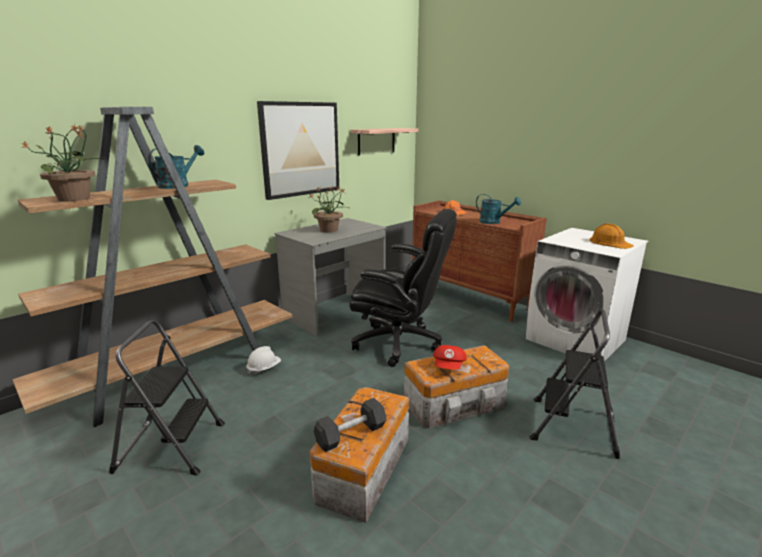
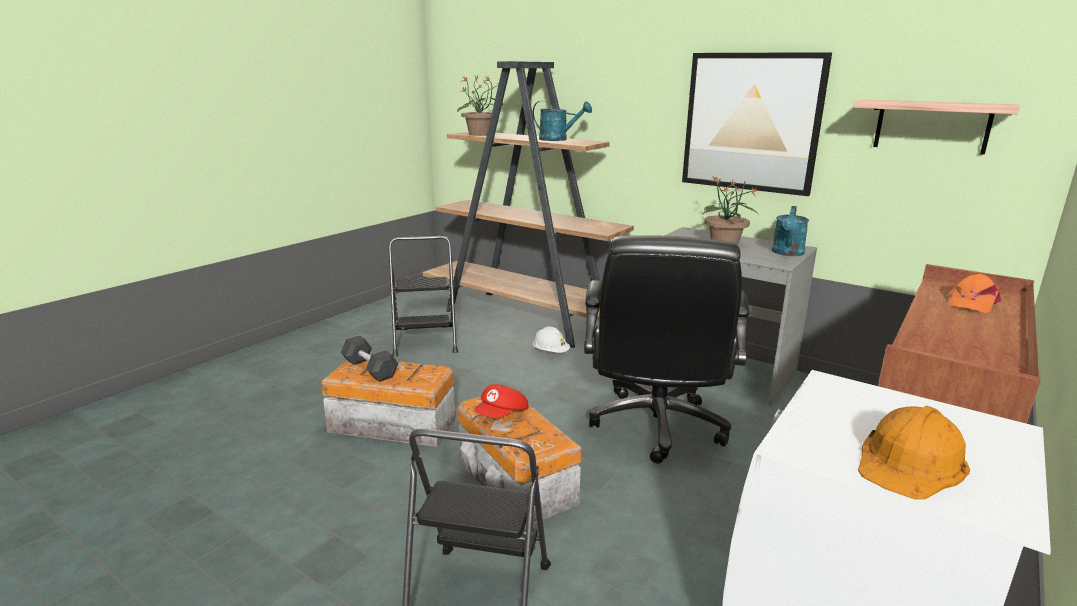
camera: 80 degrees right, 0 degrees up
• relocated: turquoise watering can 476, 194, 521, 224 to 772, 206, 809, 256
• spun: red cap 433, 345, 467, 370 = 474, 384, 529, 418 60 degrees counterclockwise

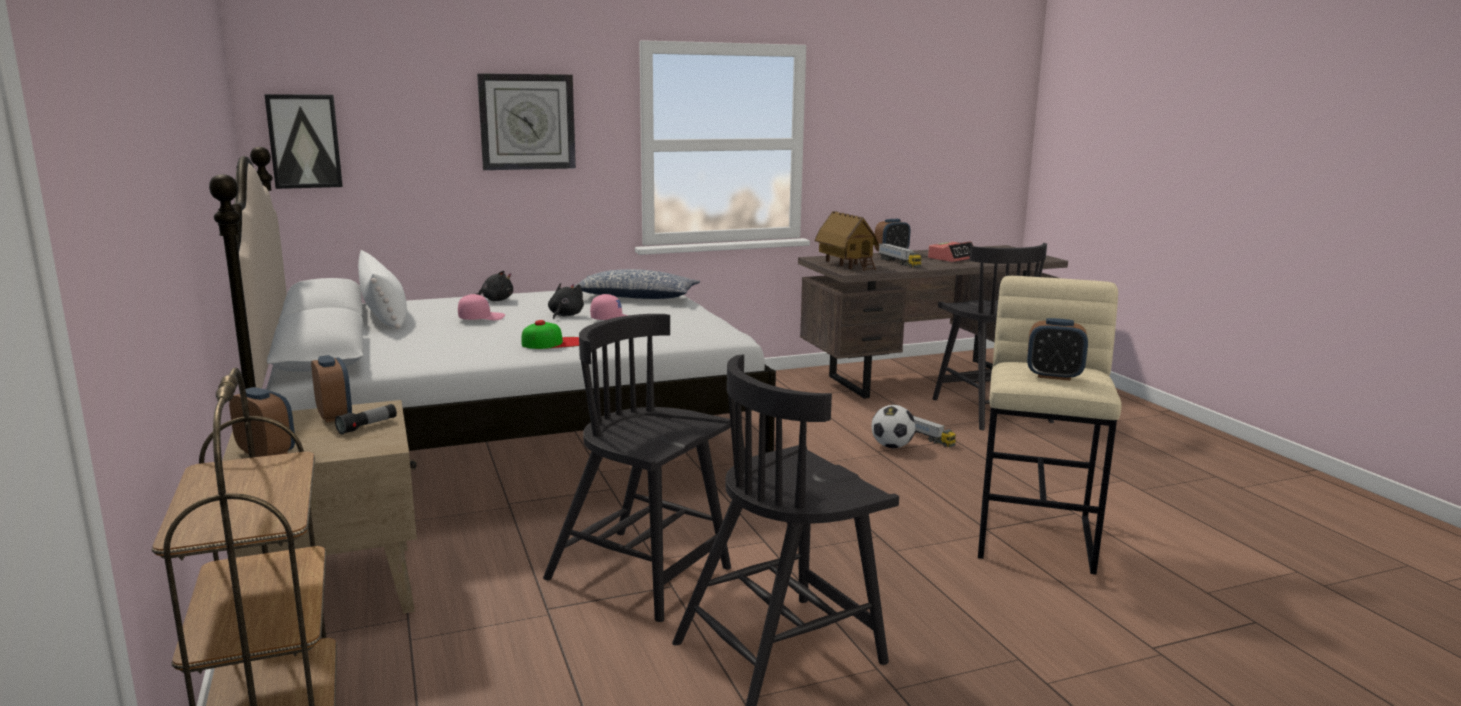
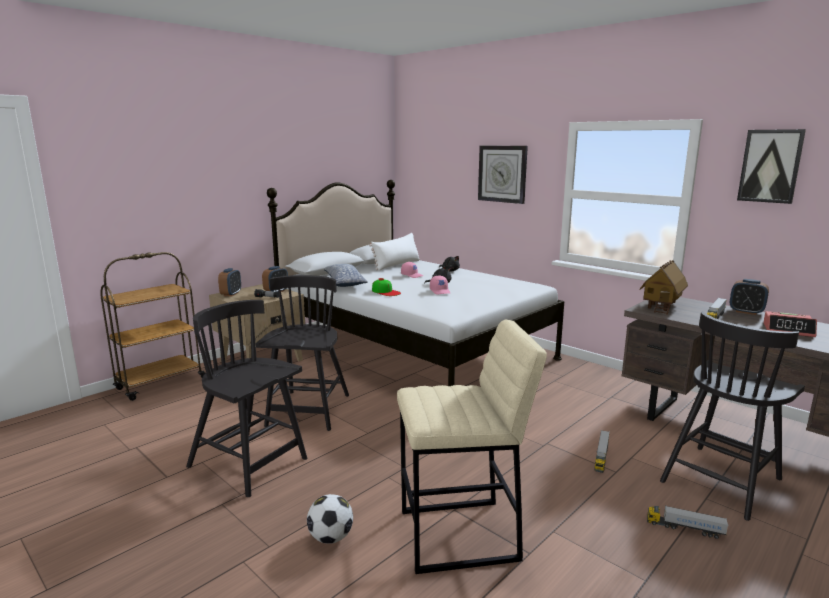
camera: 65 degrees right, 0 degrees up
• relocated: picture 264, 94, 343, 189 to 737, 129, 806, 204
• relocated: pillow 574, 269, 700, 299 to 324, 264, 368, 287
• missing: alarm clock 1027, 318, 1088, 381
• relocated: football 872, 405, 915, 448 to 307, 494, 353, 544
• appeared: toy truck 647, 505, 728, 539

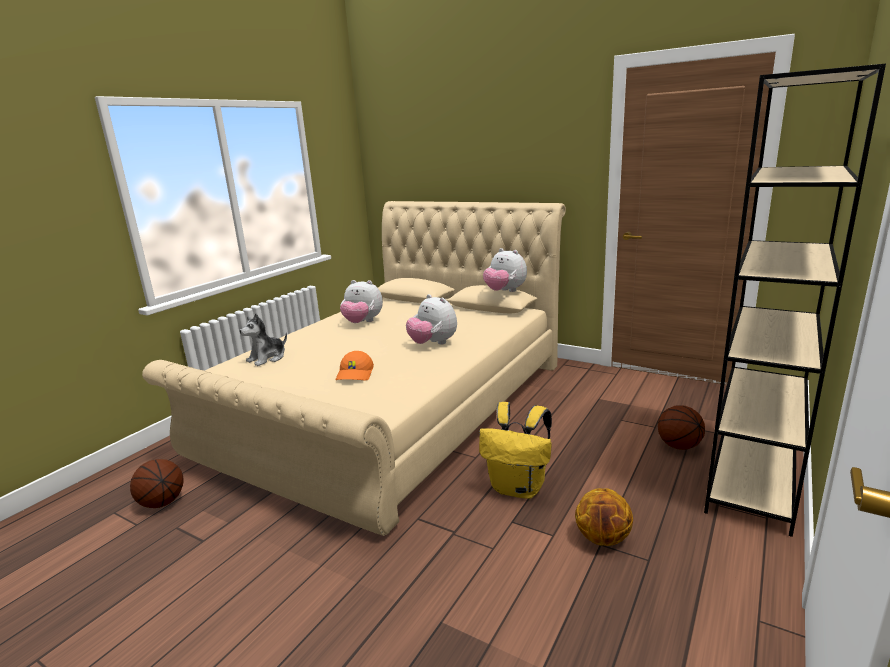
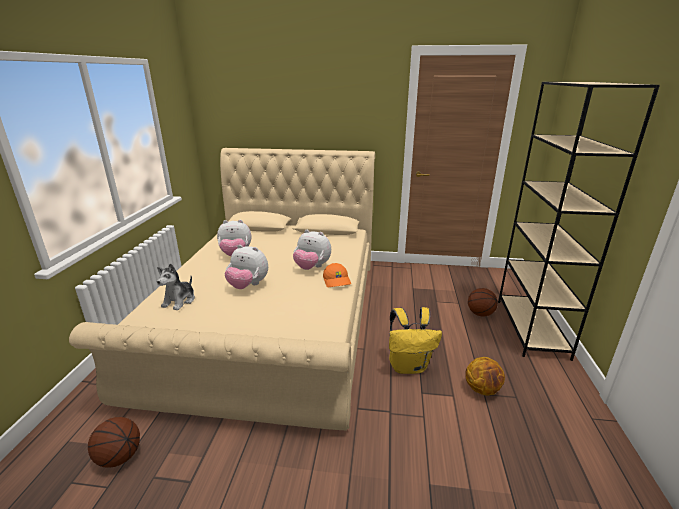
camera: 25 degrees left, 5 degrees up
• relocated: plush toy 483, 248, 527, 292 to 225, 245, 268, 289
• relocated: orange cap 335, 351, 374, 381 to 323, 263, 351, 287

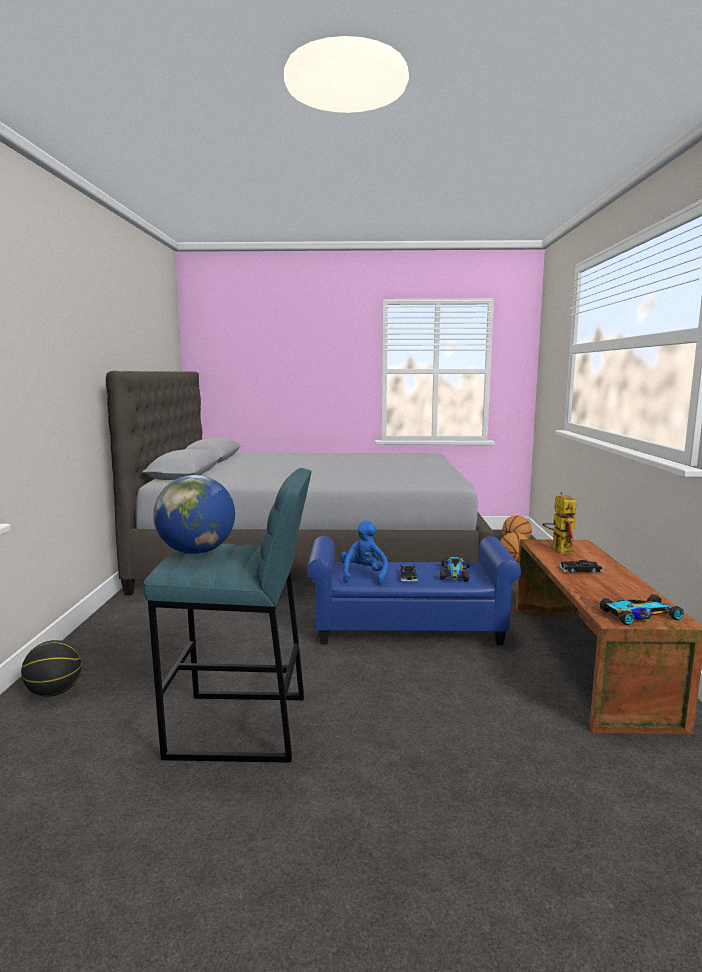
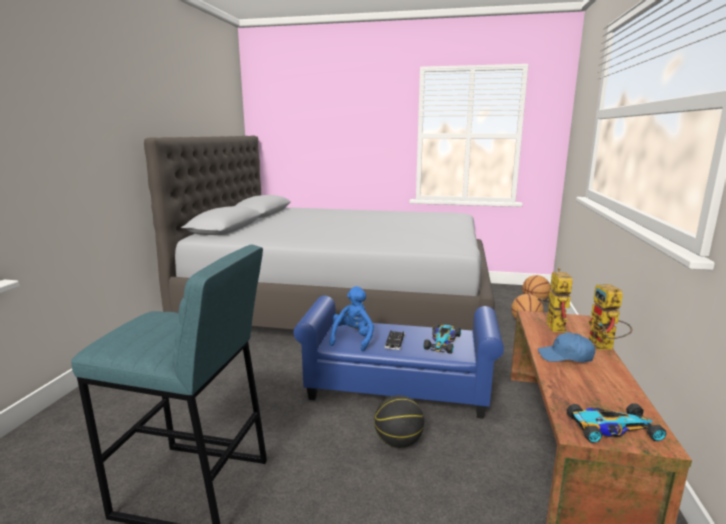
camera: 10 degrees right, 5 degrees up
• missing: globe 153, 475, 235, 554
• exchanged: black toy car 560, 560, 603, 573 to blue cap 538, 332, 595, 362
• relocated: basketball 21, 640, 82, 697 to 374, 395, 424, 448
• appeared: toy robot 588, 284, 632, 350

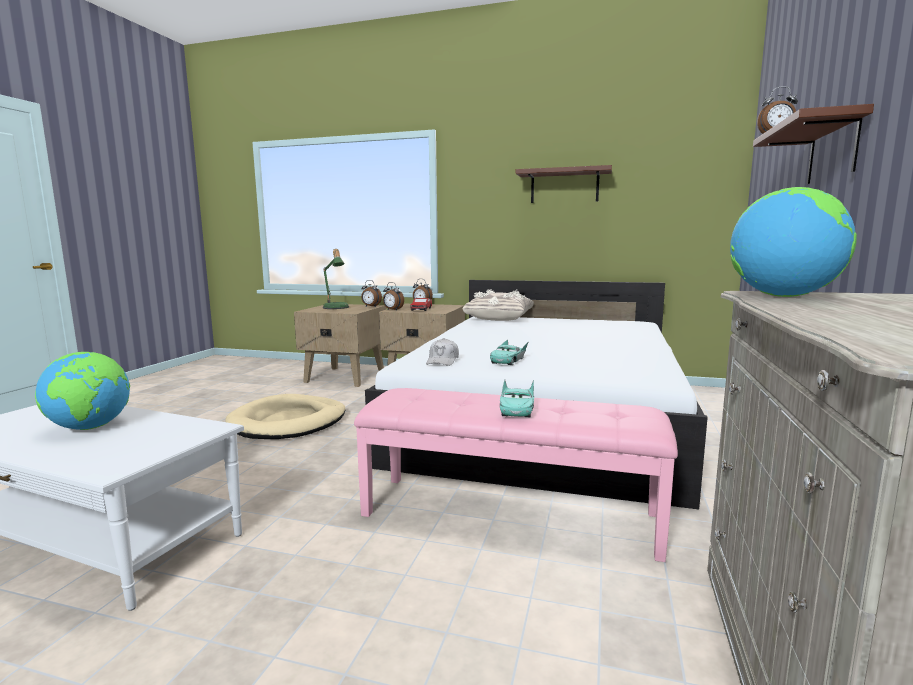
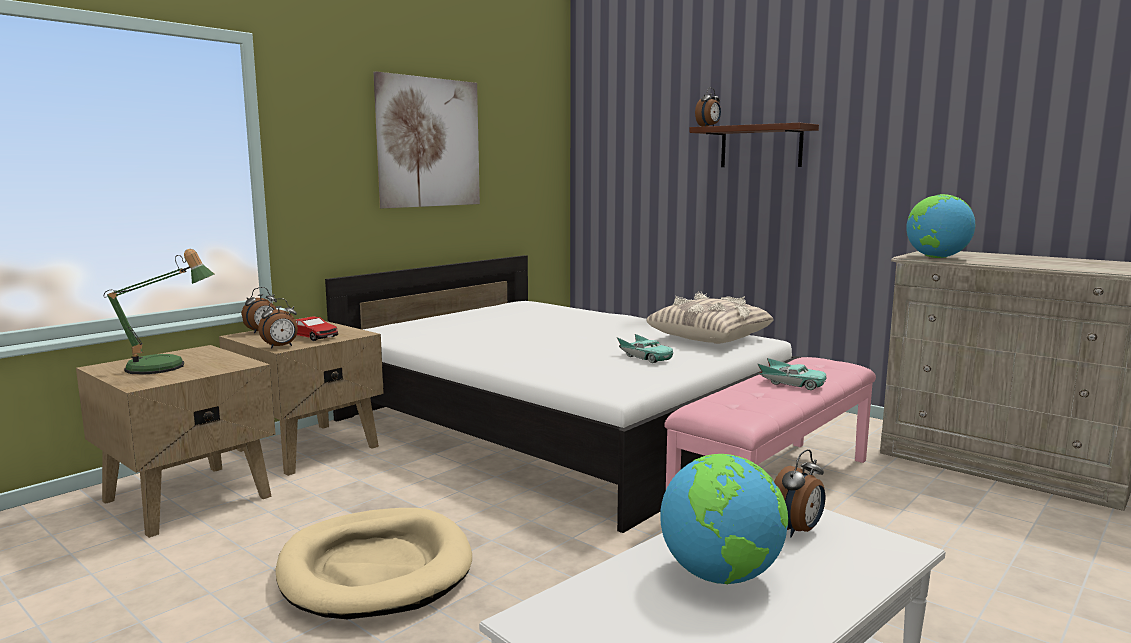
camera: 65 degrees left, 0 degrees up
• exchanged: brown shelf 515, 165, 612, 203 to picture 373, 71, 480, 208
• relocated: alarm clock 361, 280, 382, 307 to 774, 449, 825, 538
• relocated: beige pillow 462, 289, 534, 321 to 647, 291, 774, 344
• missing: white cap 426, 338, 459, 366

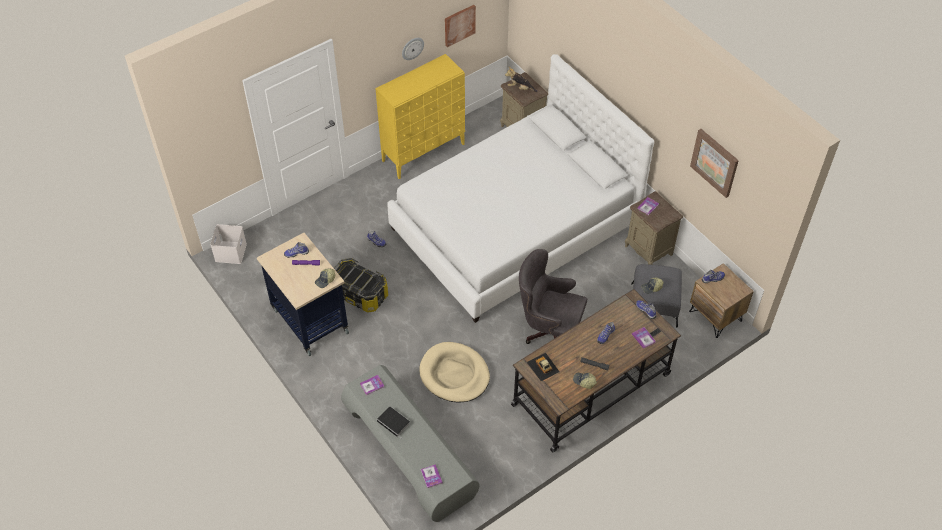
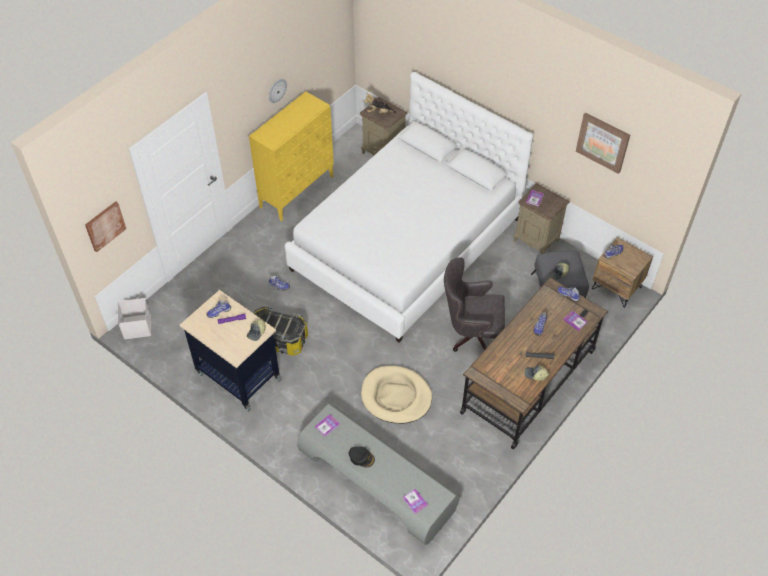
camera: 15 degrees left, 0 degrees up
• relocated: picture 445, 5, 476, 47 to 85, 201, 126, 252
• missing: toy car 527, 353, 559, 381
• exchanged: book 377, 407, 410, 439 to black cap 349, 446, 375, 467

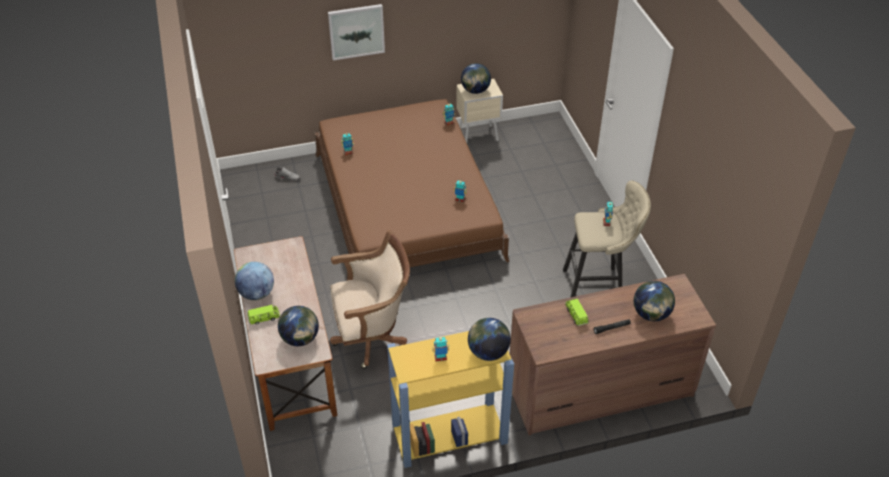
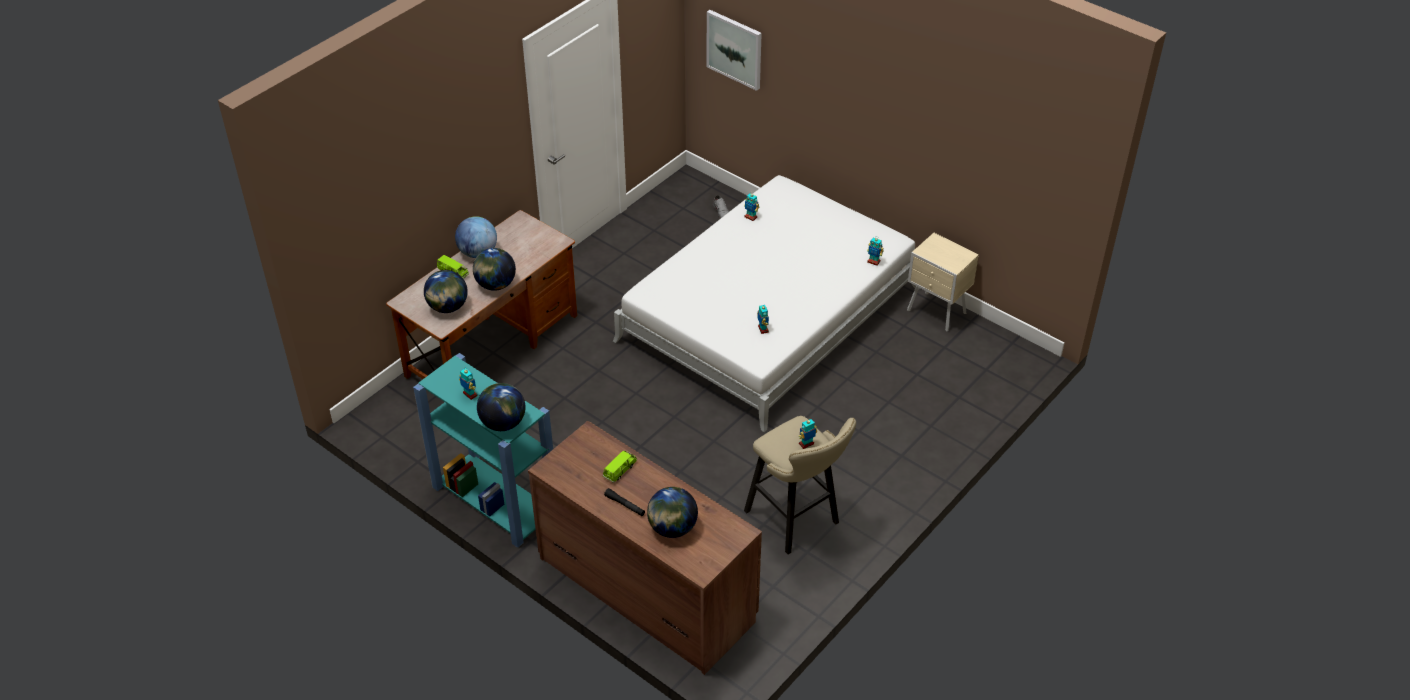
camera: 55 degrees right, 0 degrees up
• relocated: picture 328, 4, 385, 60 to 707, 10, 762, 91
• relocated: globe 461, 63, 491, 94 to 473, 248, 516, 291
• colour: brown bed 314, 99, 510, 267 to white bed 613, 175, 920, 432
• missing: office chair 330, 230, 410, 369
• colour: yellow bookcase 387, 331, 514, 468 to turquoise bookcase 413, 353, 553, 548

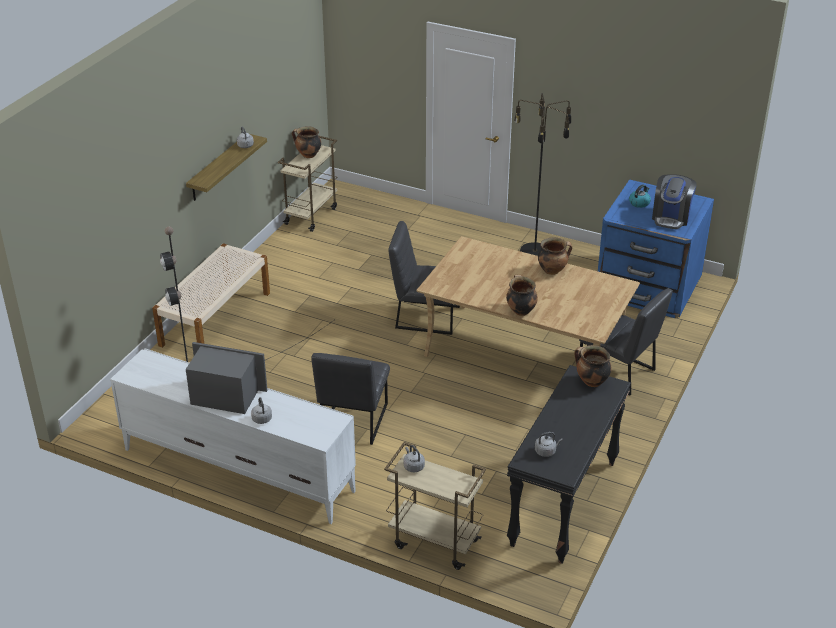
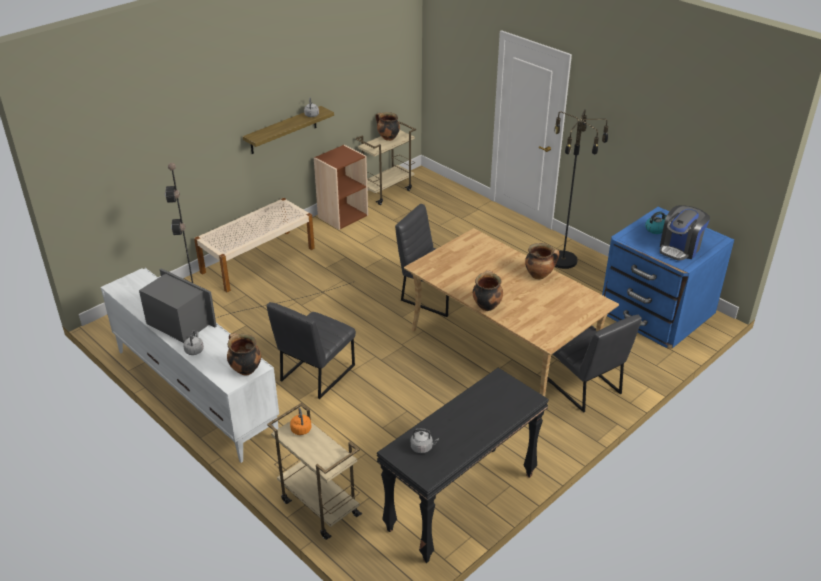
camera: 20 degrees right, 0 degrees up
• relocated: cooking pot 574, 345, 611, 387 to 227, 333, 261, 376
• colour: grey kettle 404, 445, 425, 472 to orange kettle 290, 408, 311, 435
• appeared: brown bookcase 314, 145, 368, 230

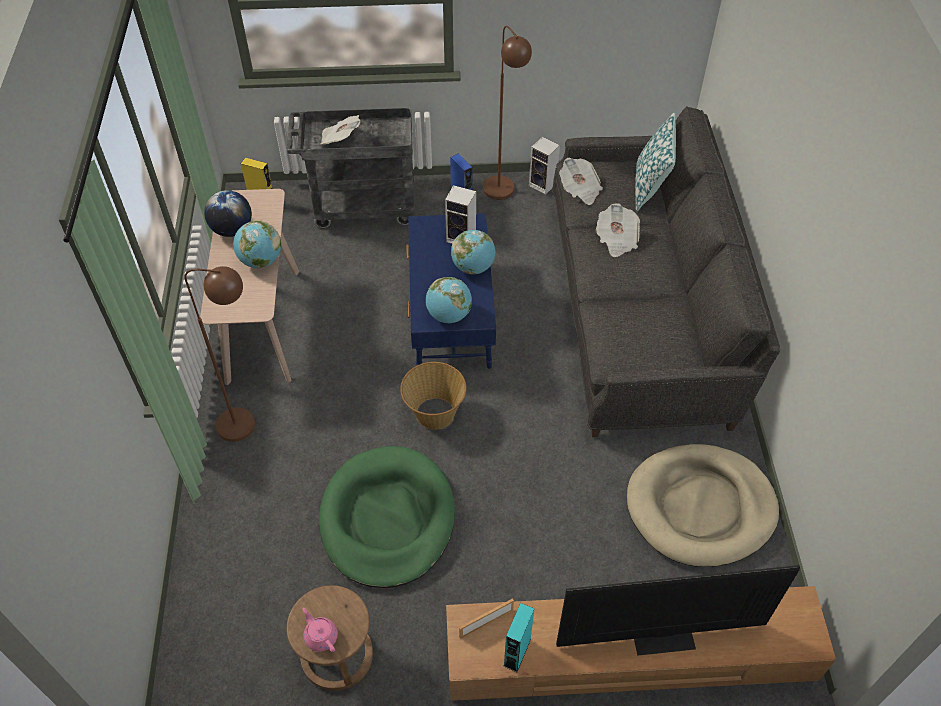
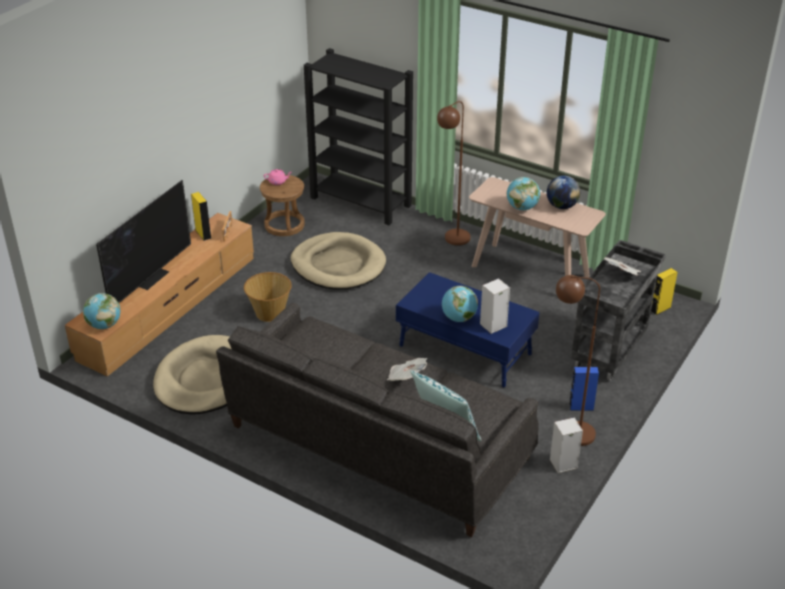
camera: 125 degrees right, 15 degrees down
• missing: newspaper 559, 157, 603, 205
• relocated: globe 426, 277, 472, 323 to 83, 293, 120, 329
• relocated: basket 400, 362, 467, 430 to 244, 272, 292, 322
• colour: green dog bed 319, 446, 455, 588 to beige dog bed 291, 232, 386, 290
• colour: turquoise speaker 503, 603, 534, 672 to yellow speaker 191, 192, 211, 241
• appeared: black bookcase 304, 48, 413, 225

